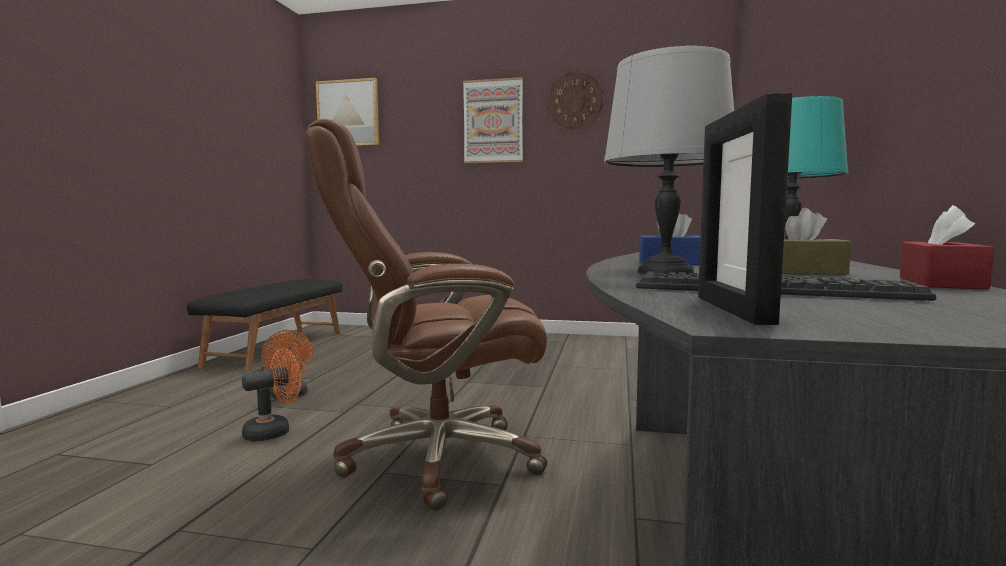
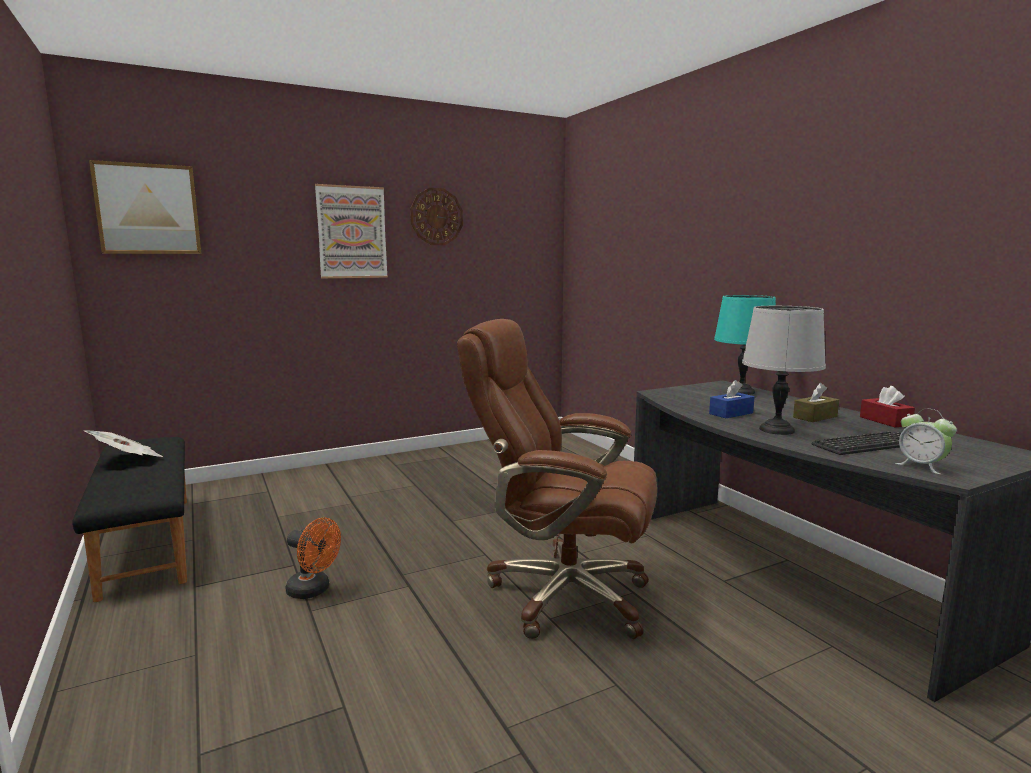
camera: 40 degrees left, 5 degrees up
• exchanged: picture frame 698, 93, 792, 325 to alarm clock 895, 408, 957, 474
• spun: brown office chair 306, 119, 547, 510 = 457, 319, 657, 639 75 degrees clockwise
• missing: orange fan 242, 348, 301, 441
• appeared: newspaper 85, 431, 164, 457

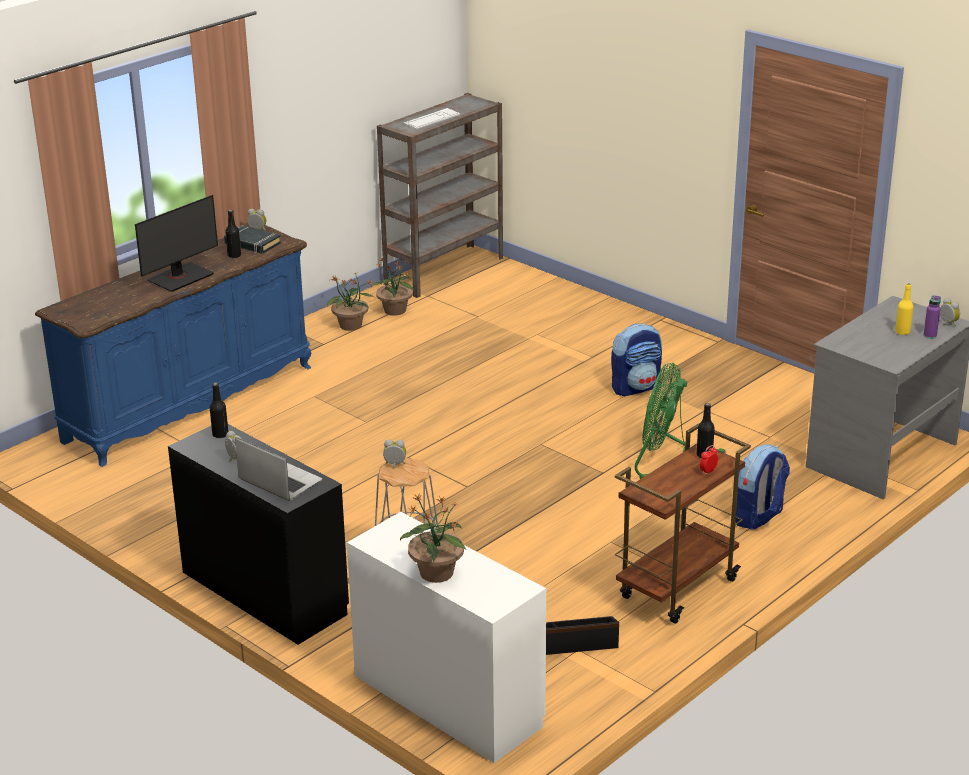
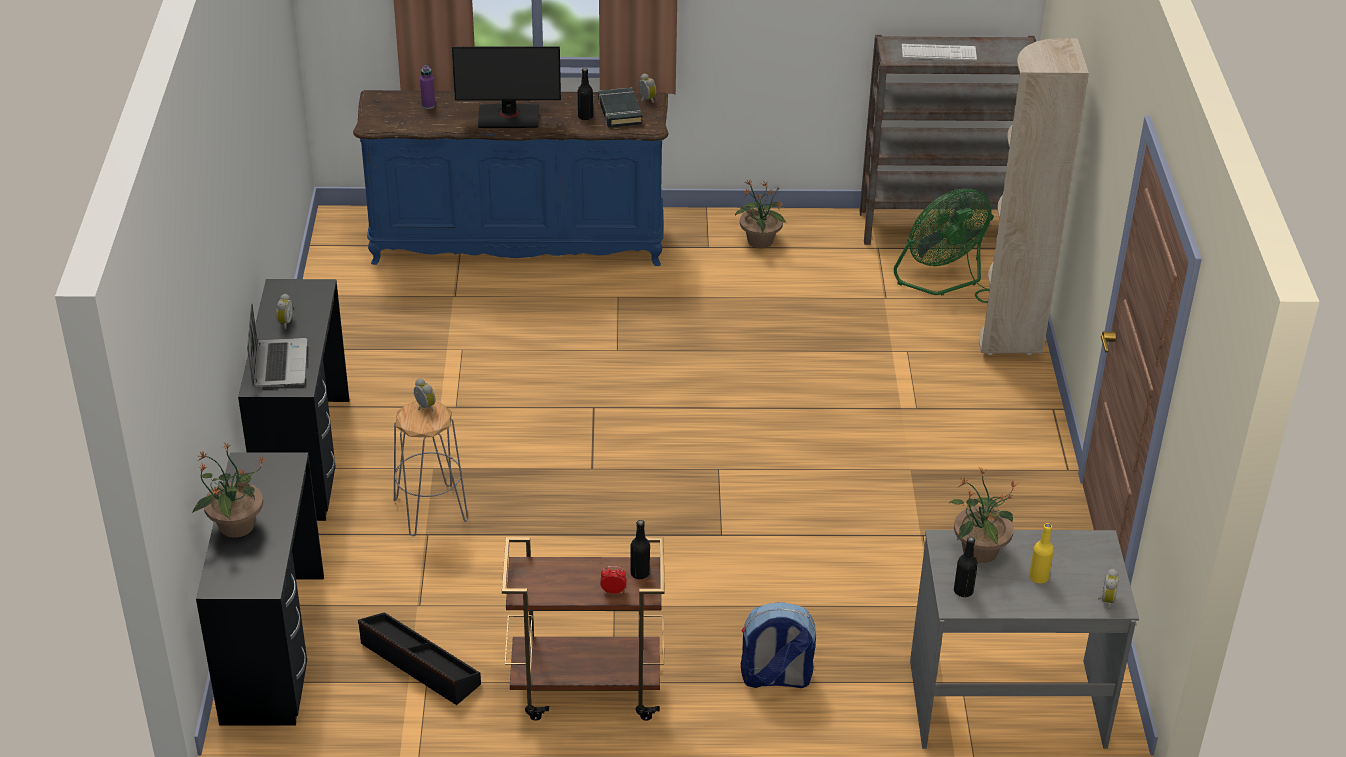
camera: 45 degrees right, 10 degrees up
• relocated: potted plant 371, 257, 414, 316 to 950, 468, 1019, 563
• relocated: purple bottle 924, 295, 941, 339 to 420, 65, 435, 109
• missing: backpack 611, 324, 662, 396
• relocated: green fan 635, 363, 727, 479 to 894, 189, 994, 303
• relocated: black bottle 210, 383, 228, 438 to 954, 537, 978, 597
• colour: white desk 347, 512, 546, 763 to black desk 196, 452, 324, 726
• appeared: beige bookcase 979, 38, 1089, 355

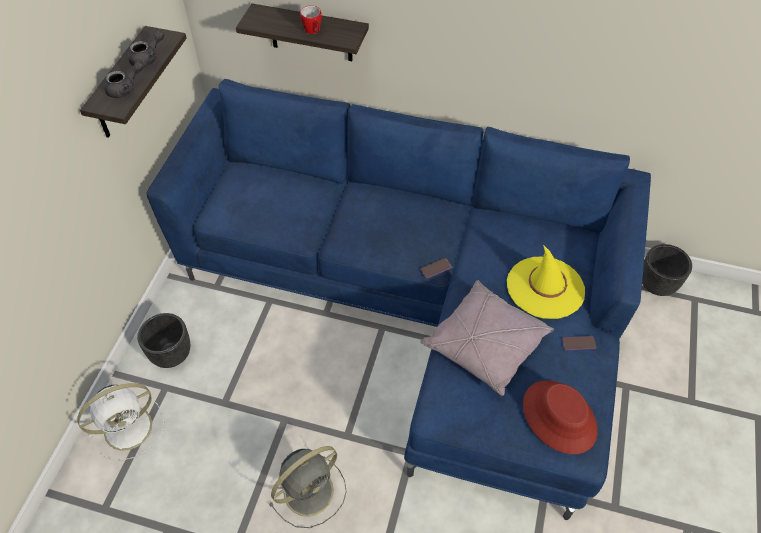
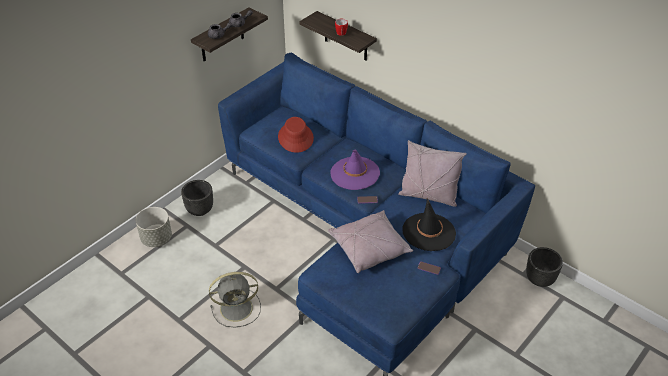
camera: 25 degrees right, 10 degrees down
• colour: yellow hat 507, 245, 585, 319 to black hat 402, 198, 456, 251
• relocated: red hat 523, 381, 598, 454 to 278, 117, 314, 153
• exchanged: white fan 77, 383, 164, 461 to grey planter 136, 207, 172, 247
• appeared: purple pillow 398, 140, 467, 207
• appeared: purple hat 331, 150, 380, 190

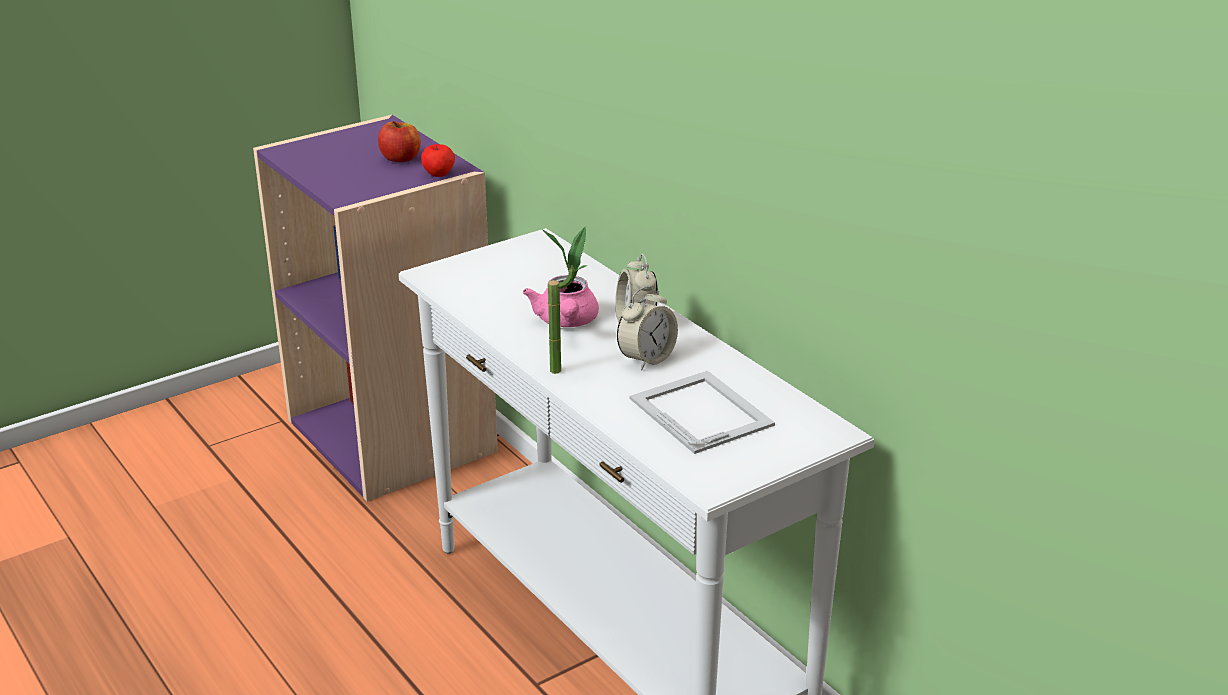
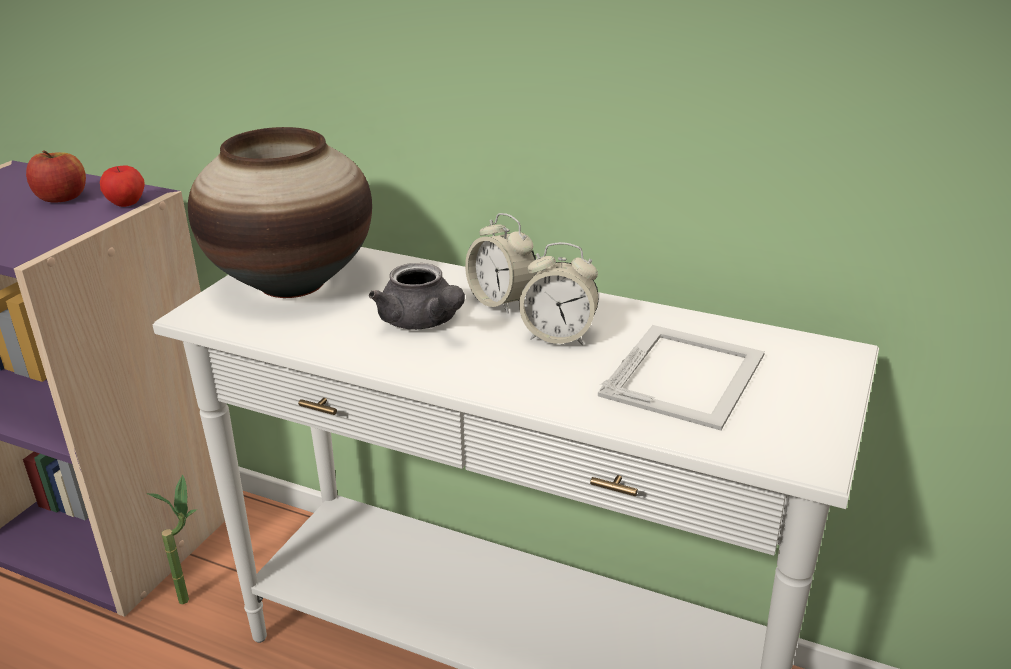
camera: 30 degrees left, 0 degrees up
• relocated: potted plant 542, 226, 588, 374 to 146, 474, 197, 604
• colour: pink teapot 523, 275, 599, 327 to grey teapot 369, 263, 465, 330
• spun: alarm clock 617, 286, 678, 370 = 519, 242, 599, 345 90 degrees clockwise
• spun: picture frame 630, 371, 775, 454 = 598, 325, 765, 430 90 degrees clockwise
• appeared: vase 188, 127, 372, 298

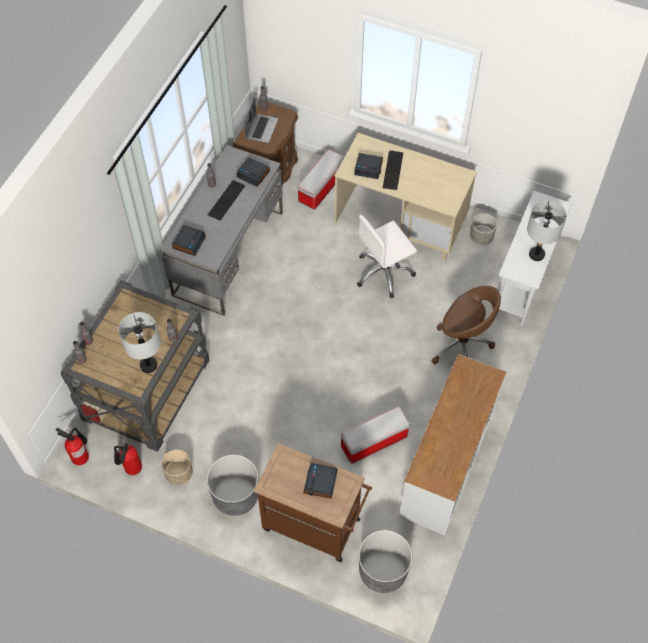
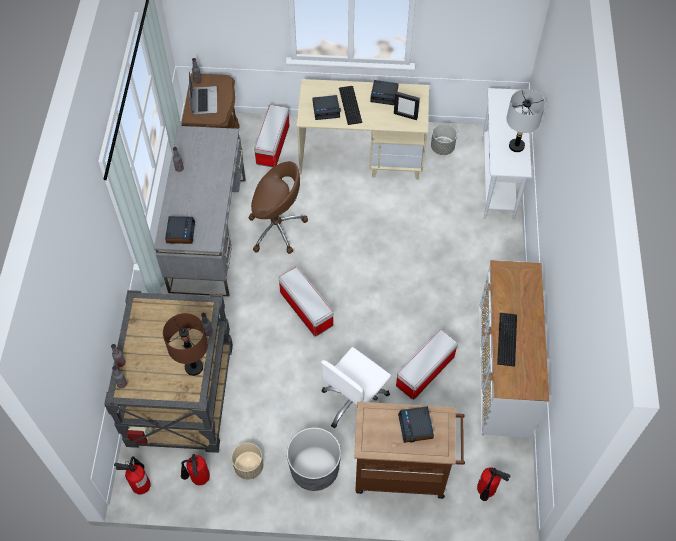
camera: 20 degrees left, 0 degrees up
• relocated: alarm clock 237, 157, 270, 187 to 370, 80, 399, 105
• relocated: keyboard 208, 180, 245, 221 to 497, 313, 517, 367
• relocated: white office chair 357, 215, 417, 298 to 321, 347, 391, 428
• relocated: brown office chair 432, 286, 501, 364 to 249, 161, 308, 254
• colour: grey table lamp 119, 312, 161, 373 to brown table lamp 163, 313, 208, 376
• exchanged: grey planter 358, 530, 412, 593 to fire extinguisher 477, 467, 510, 501
• appeared: picture frame 394, 91, 420, 120
• appeared: storage box 279, 267, 333, 336

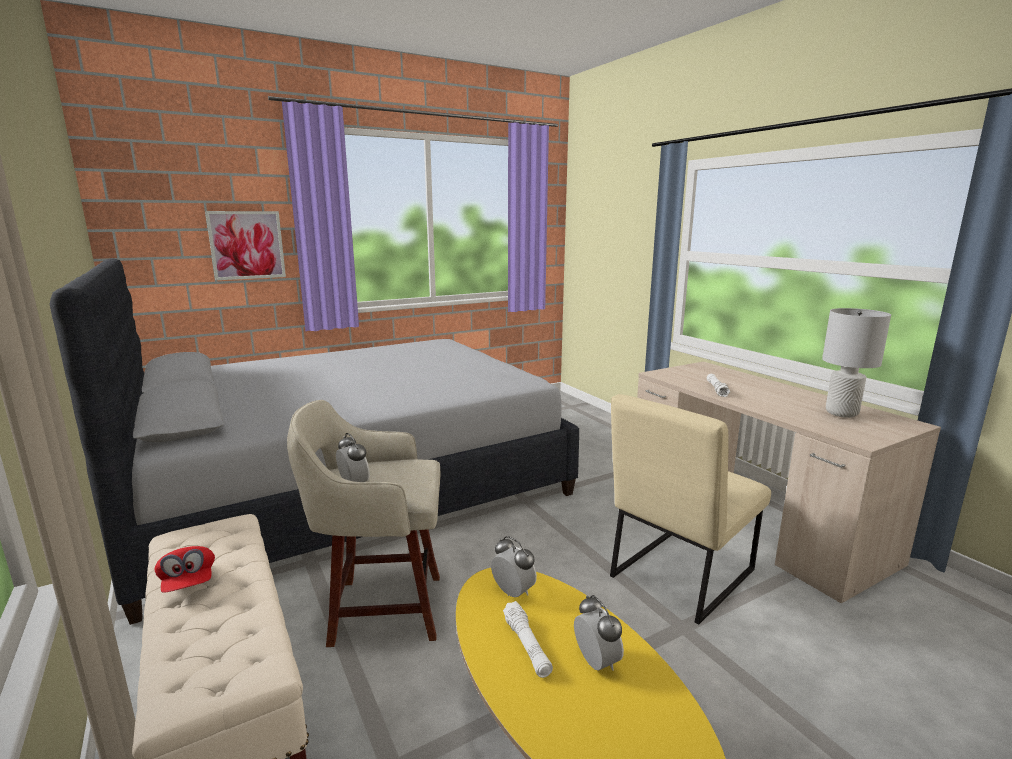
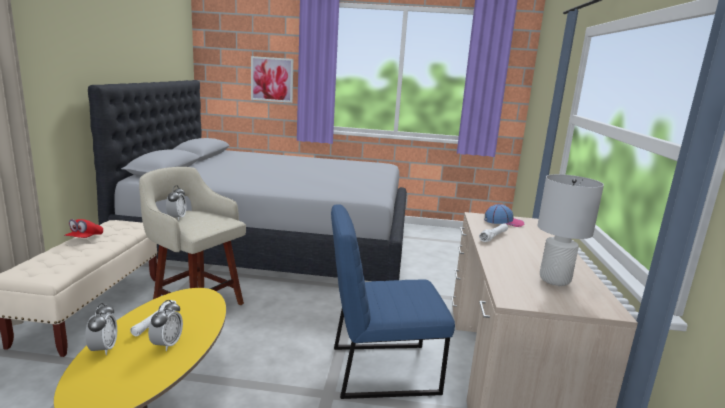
camera: 35 degrees right, 0 degrees up
• colour: beige chair 610, 394, 771, 625 to blue chair 331, 204, 455, 399
• relocated: alarm clock 491, 536, 537, 597 to 85, 303, 117, 355
• appeared: cap 484, 204, 525, 227

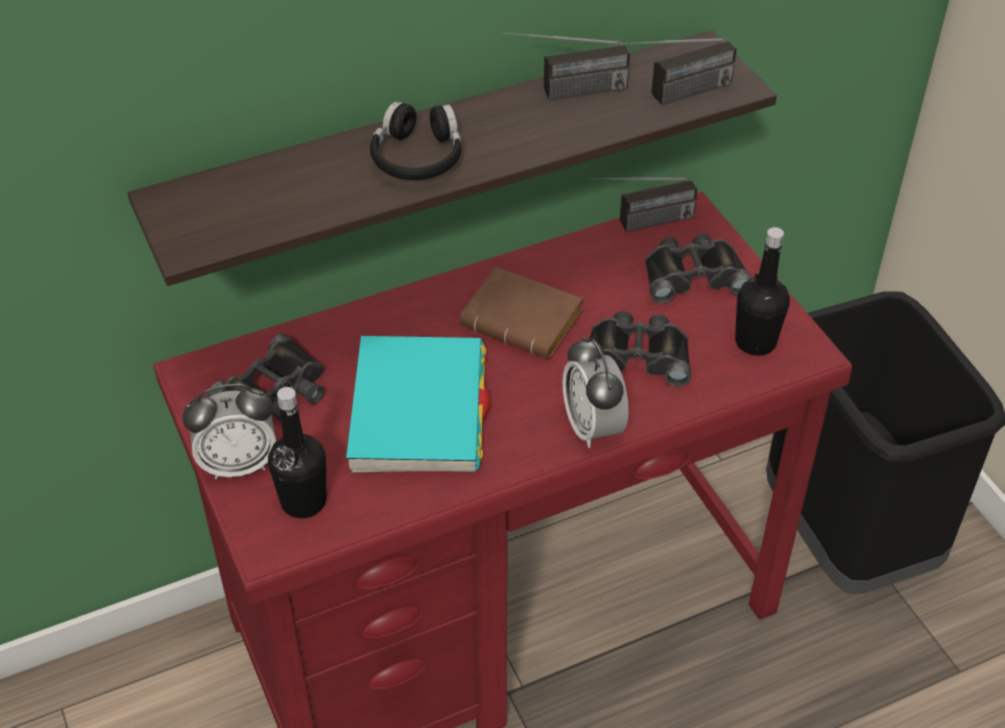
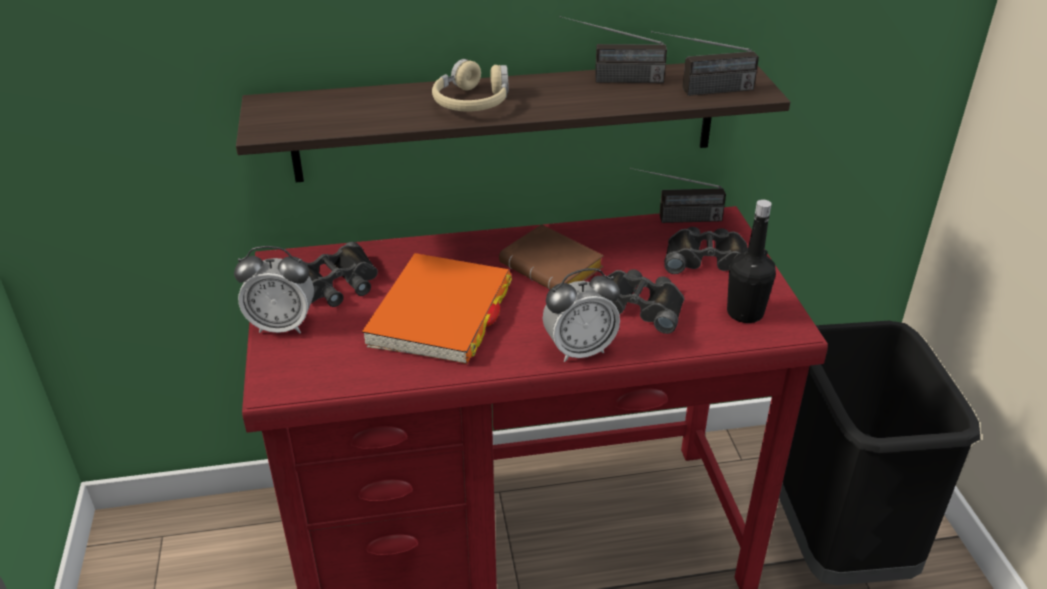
camera: 15 degrees right, 10 degrees down
• colour: black headphones 370, 101, 462, 180 to beige headphones 432, 59, 508, 111
• colour: turquoise book 346, 336, 490, 473 to orange book 362, 253, 512, 364
• spun: alarm clock 563, 336, 629, 448 = 543, 268, 620, 362 105 degrees counterclockwise
• missing: black bottle 268, 387, 326, 518

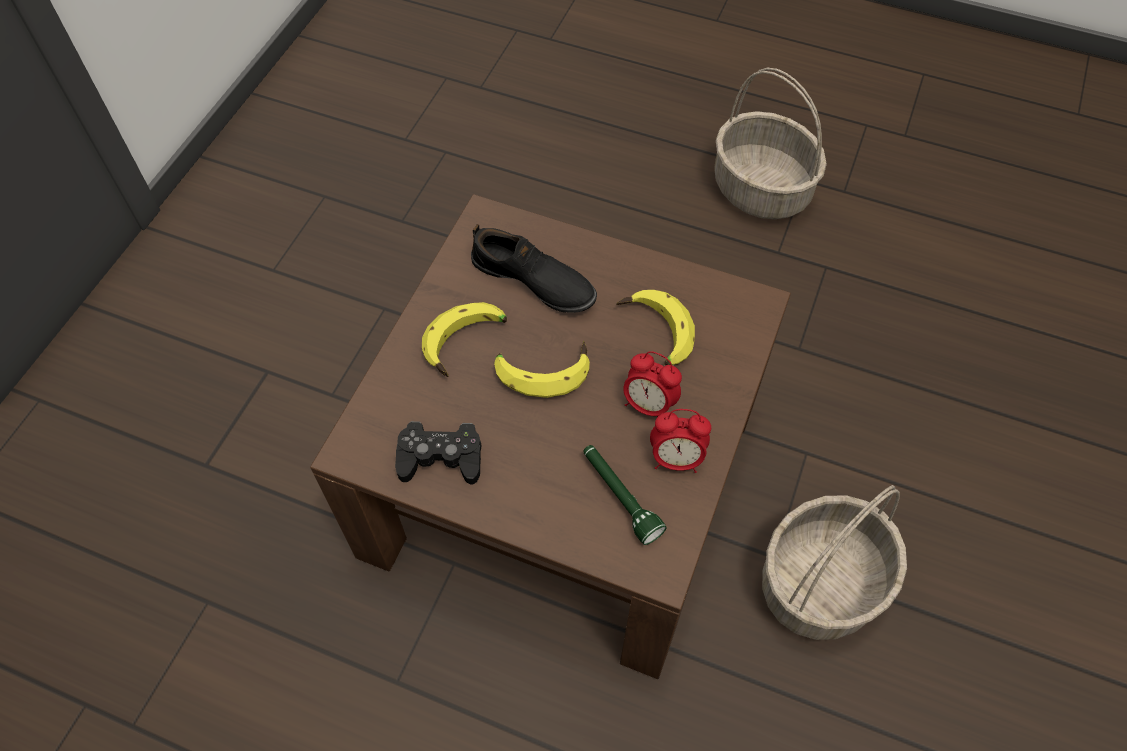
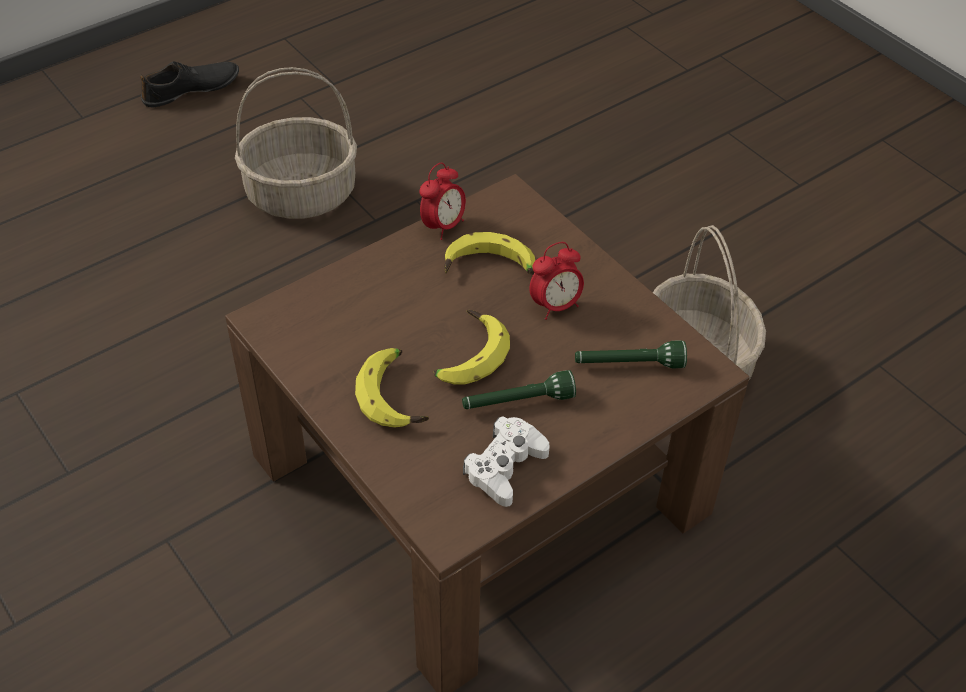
camera: 60 degrees left, 10 degrees down
• relocated: black shoe 471, 224, 597, 313 to 140, 61, 239, 107
• relocated: alarm clock 650, 409, 711, 473 to 419, 162, 466, 240
• colour: black game controller 395, 421, 482, 485 to white game controller 463, 416, 550, 507
• appeared: green flashlight 462, 370, 576, 409

